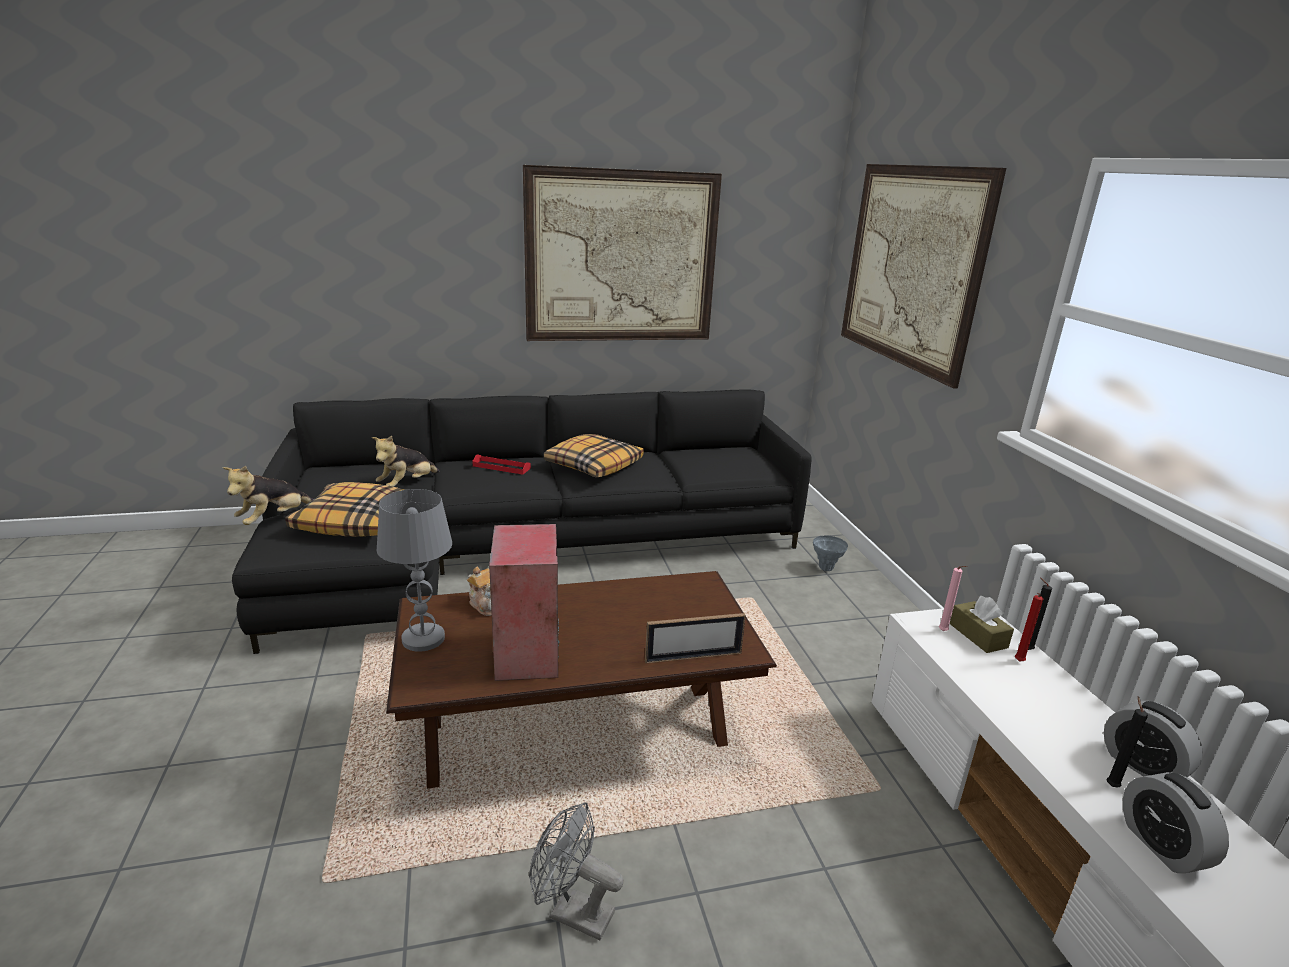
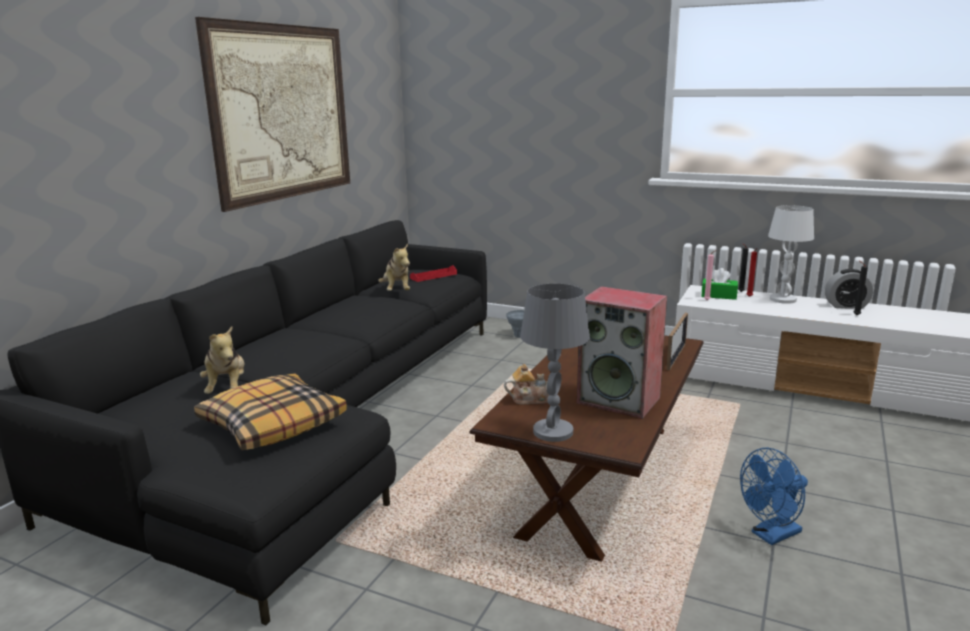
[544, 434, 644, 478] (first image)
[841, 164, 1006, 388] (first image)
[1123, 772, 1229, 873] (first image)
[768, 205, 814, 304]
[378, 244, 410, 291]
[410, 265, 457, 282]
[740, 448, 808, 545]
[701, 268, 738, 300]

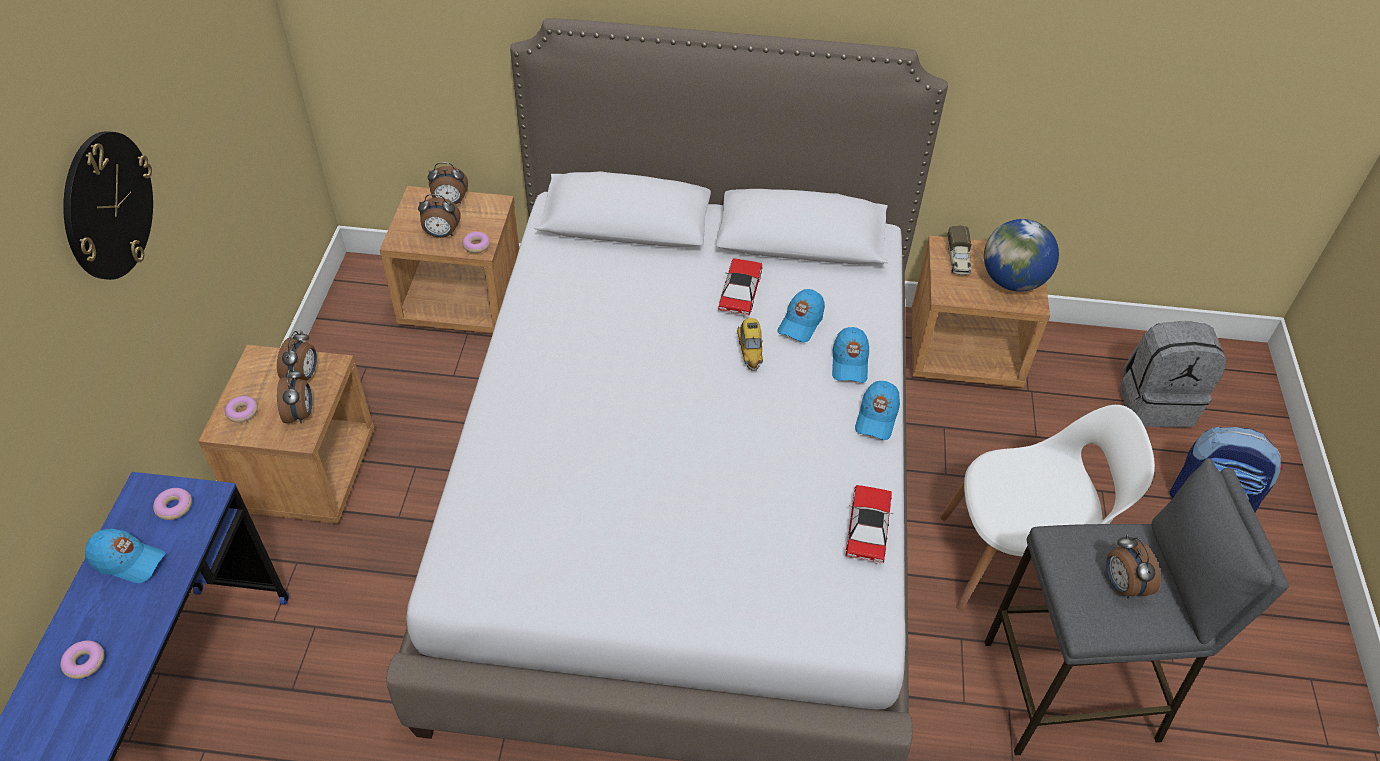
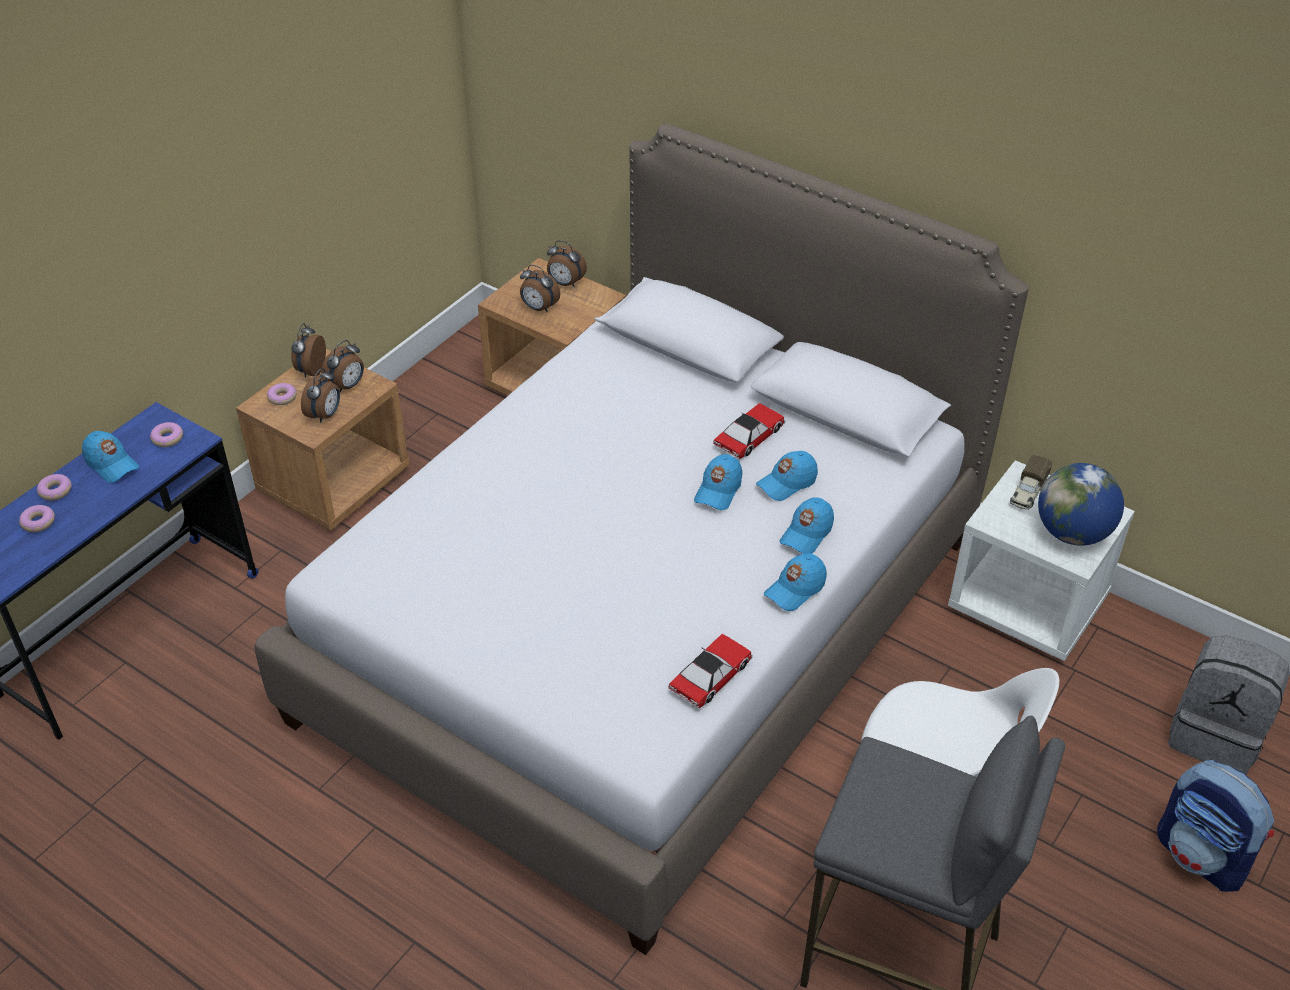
[63, 131, 153, 280] (first image)
[37, 474, 72, 501]
[291, 323, 326, 378]
[694, 454, 742, 510]
[948, 460, 1135, 661]

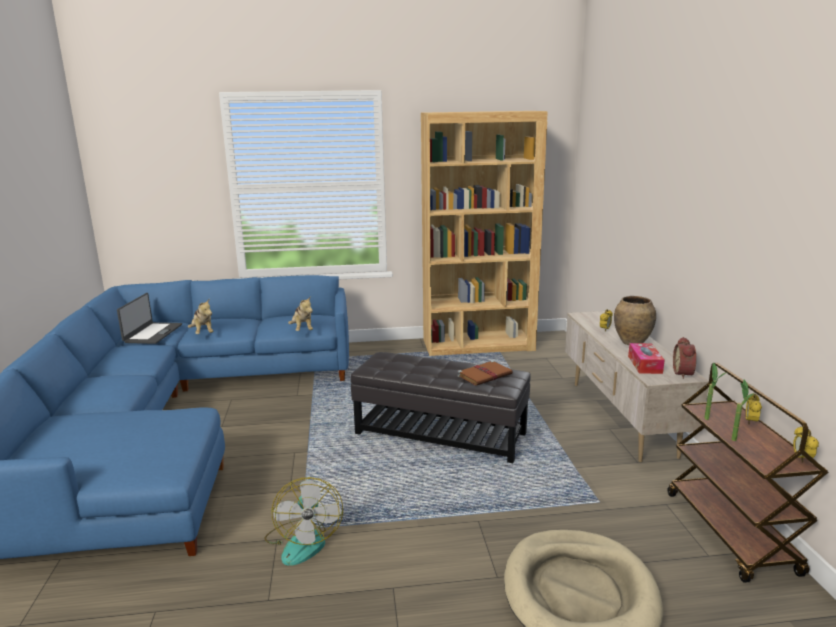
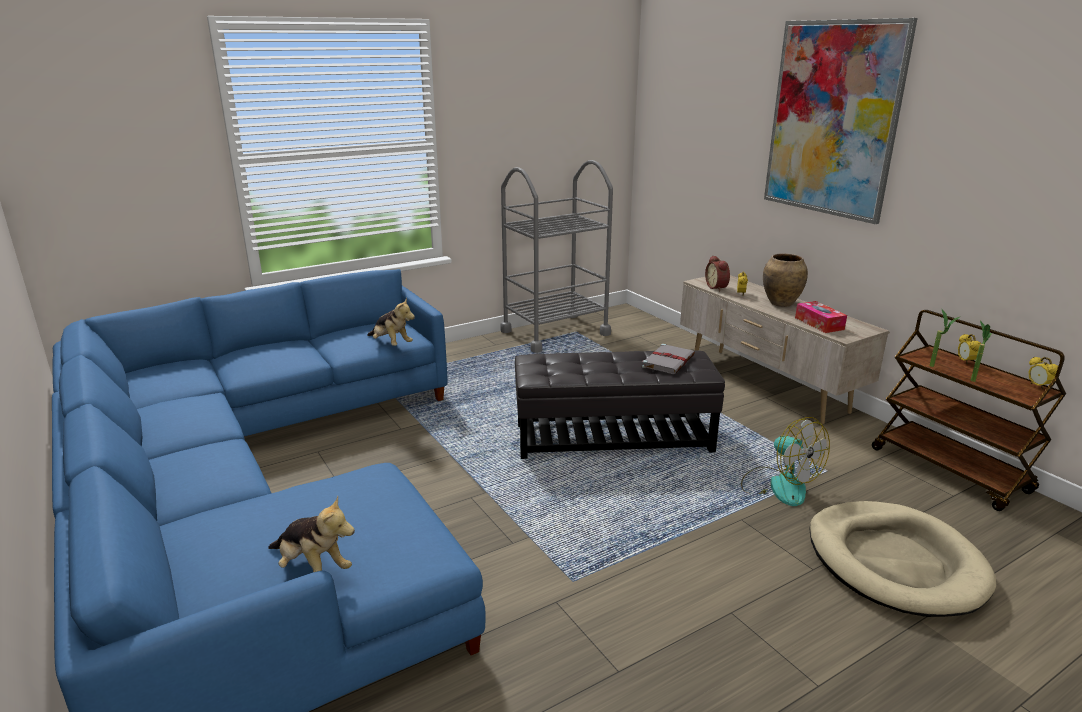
[117, 293, 182, 344] (first image)
[764, 18, 918, 224]
[268, 495, 355, 572]
[741, 417, 830, 506]
[705, 256, 730, 291]
[501, 160, 613, 353]
[642, 344, 695, 374]

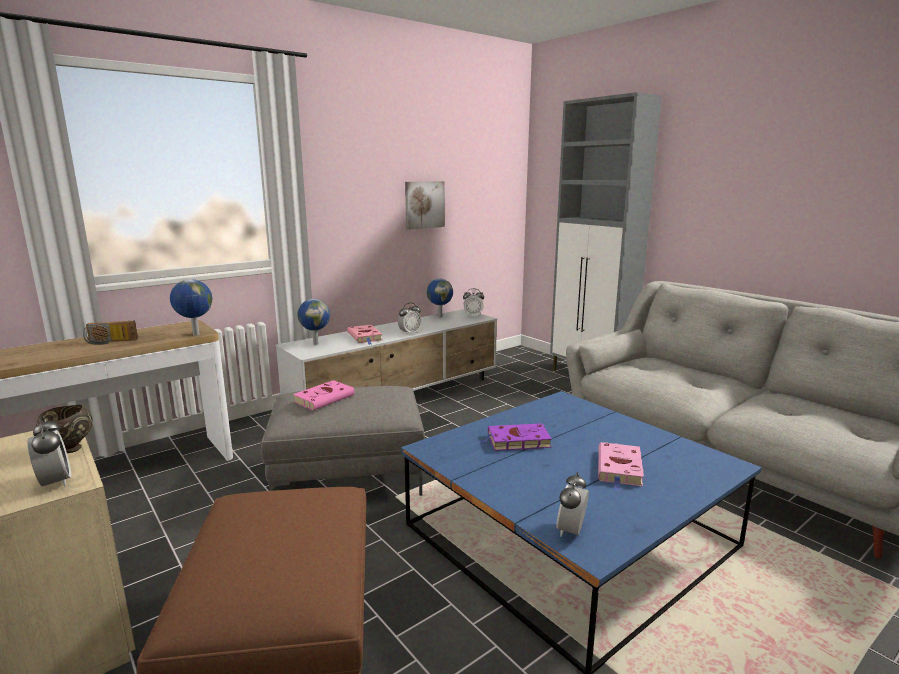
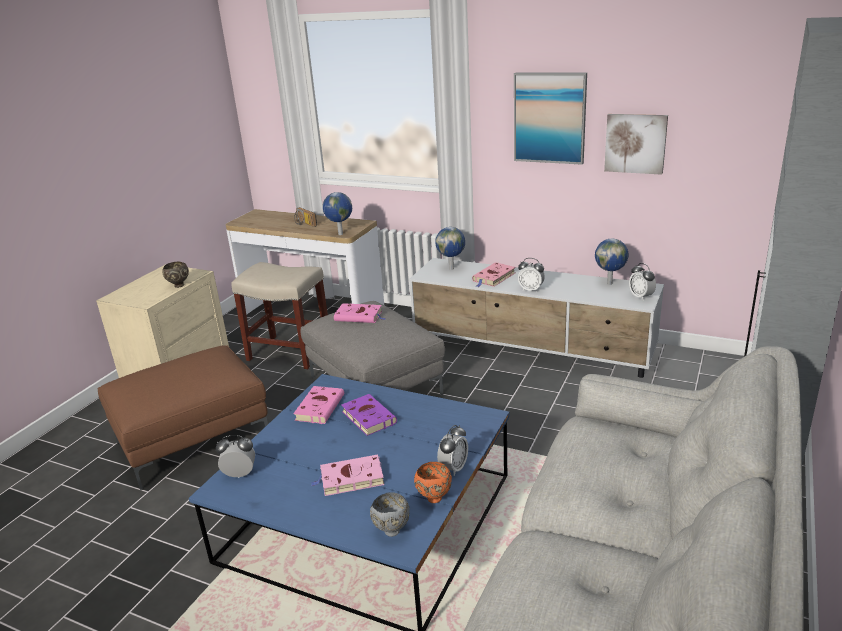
[231, 262, 328, 369]
[293, 386, 344, 424]
[370, 492, 410, 537]
[414, 462, 452, 503]
[514, 72, 587, 165]
[437, 425, 468, 476]

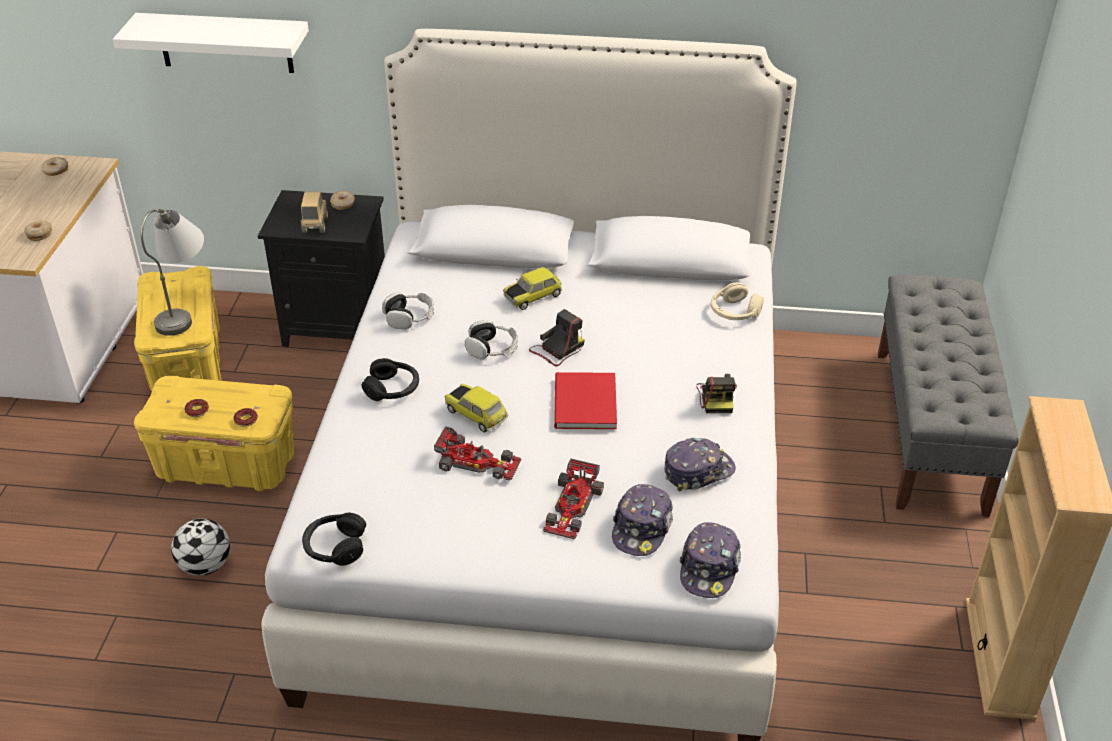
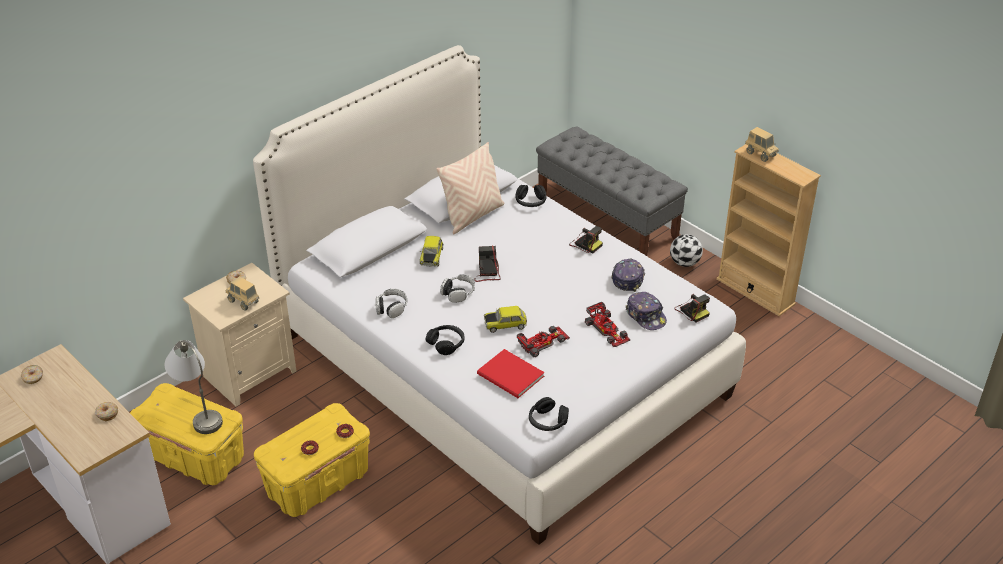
[113, 13, 309, 73] (first image)
[436, 142, 504, 235]
[745, 127, 779, 162]
[670, 234, 703, 267]
[477, 349, 545, 398]
[674, 294, 710, 322]
[183, 263, 296, 407]
[516, 185, 546, 207]

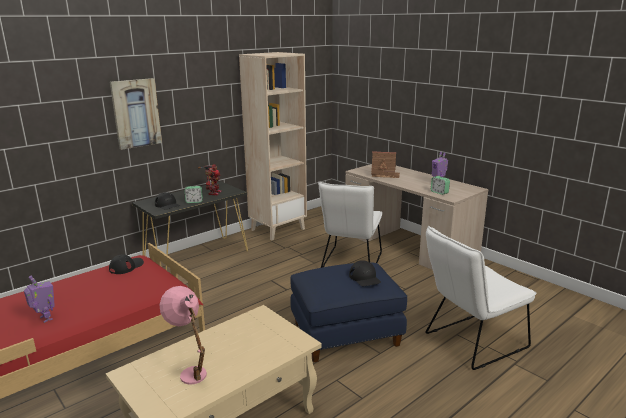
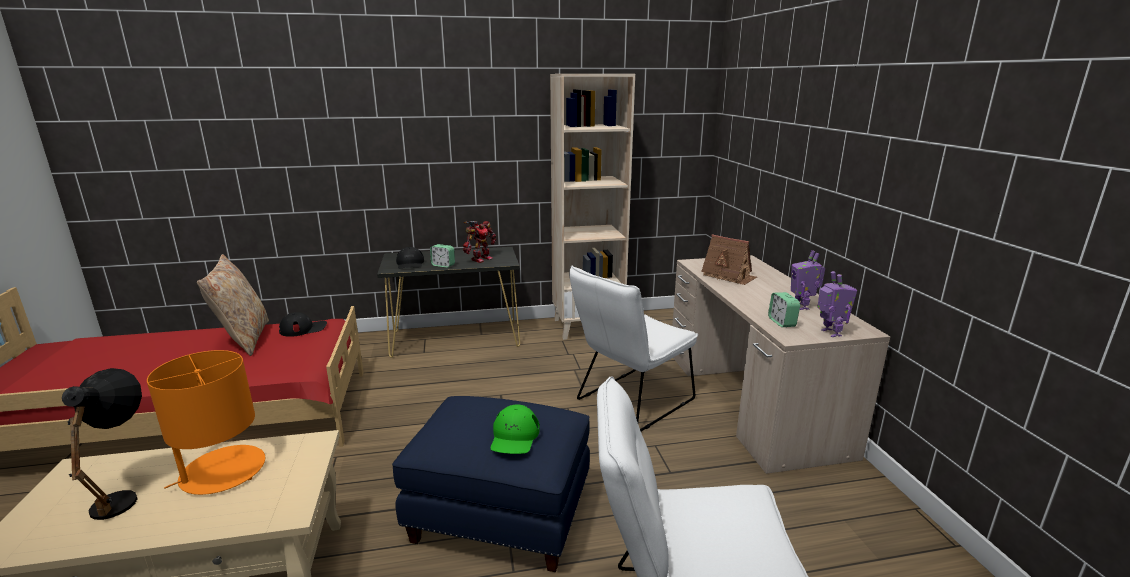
[110, 78, 162, 150] (first image)
[147, 350, 265, 495]
[197, 254, 269, 356]
[817, 271, 857, 337]
[62, 368, 142, 520]
[491, 404, 539, 454]

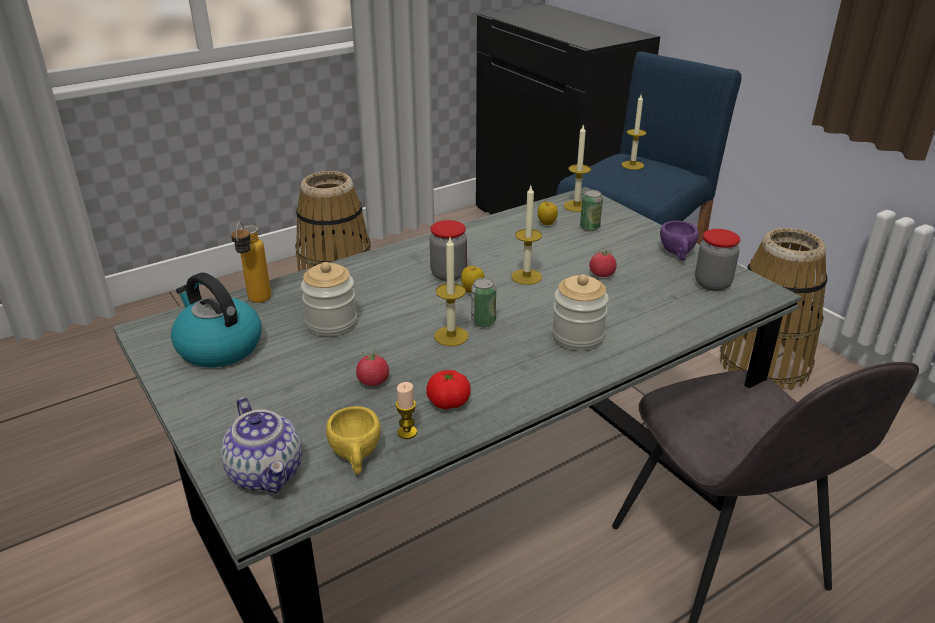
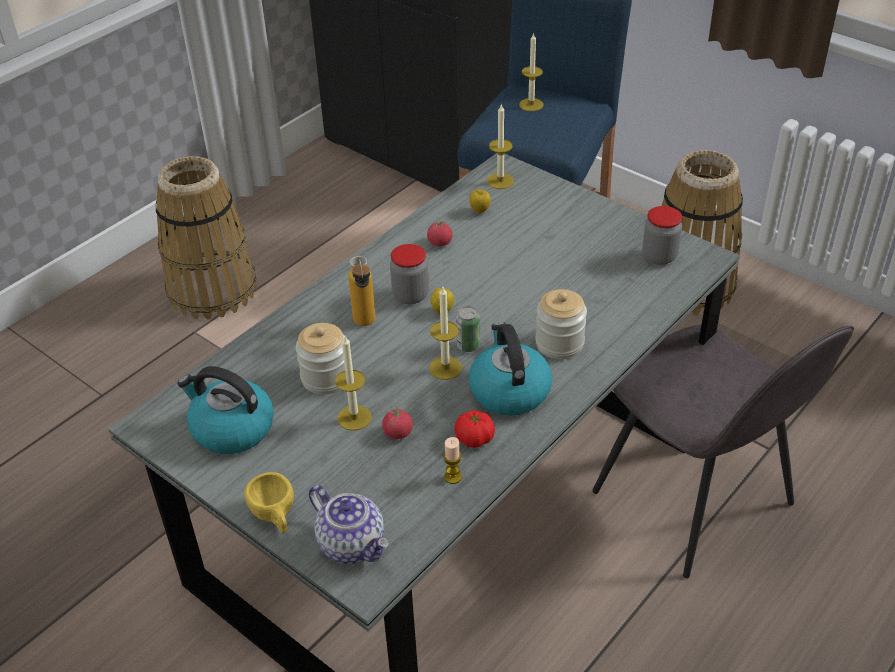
[580, 190, 603, 231] (first image)
[660, 221, 699, 261] (first image)
[468, 322, 552, 416]
[348, 256, 375, 326]
[244, 472, 294, 533]
[335, 336, 372, 431]
[427, 218, 453, 246]

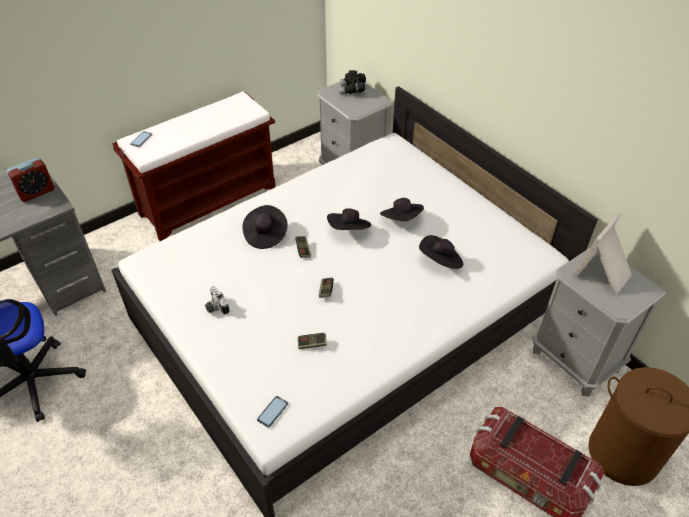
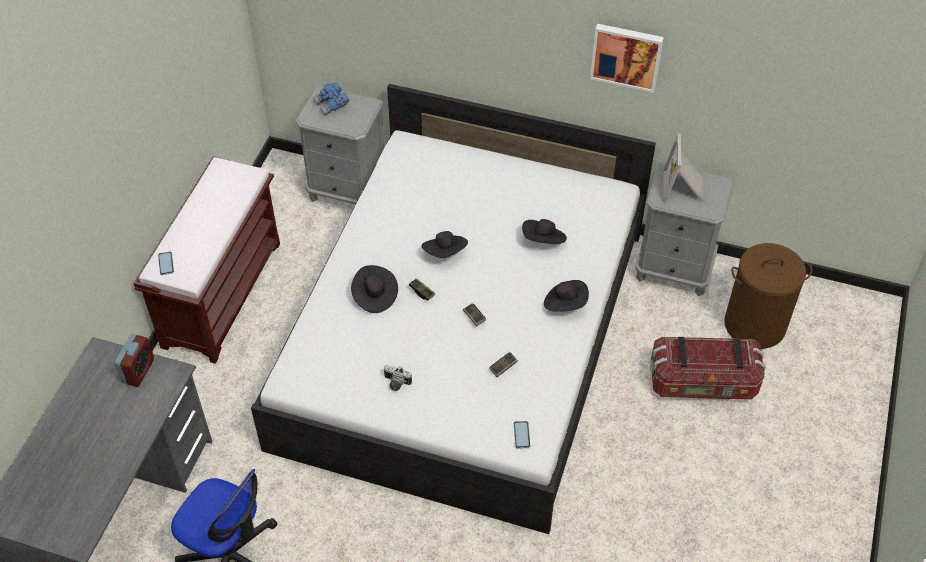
[590, 24, 664, 93]
[544, 280, 589, 312]
[313, 82, 349, 115]

